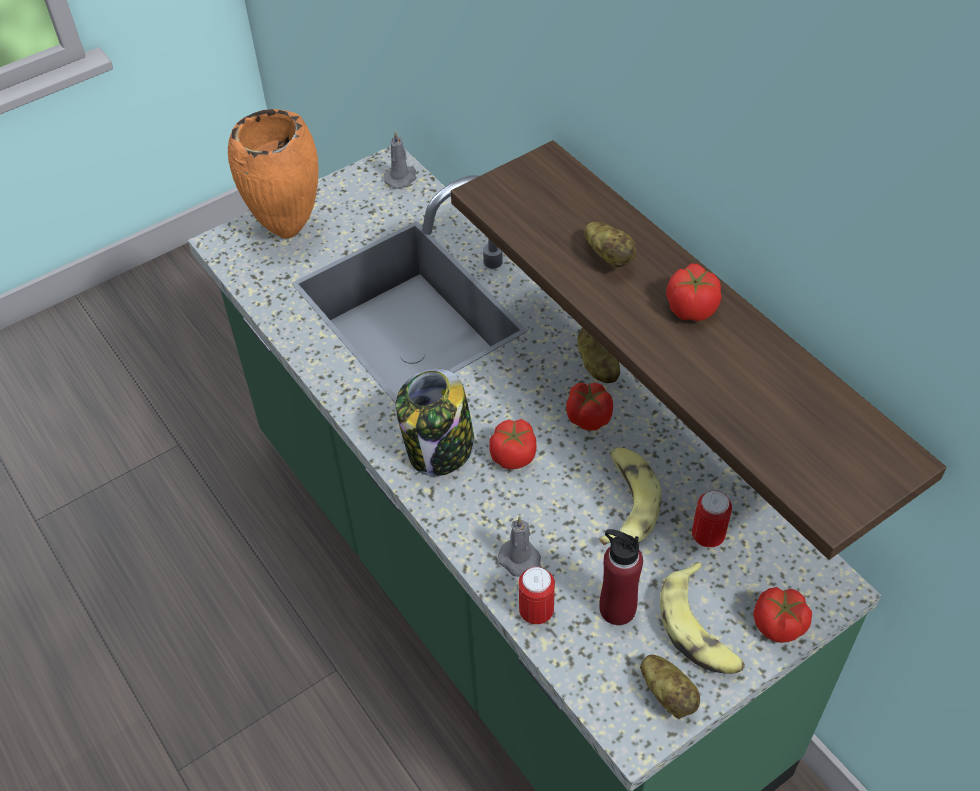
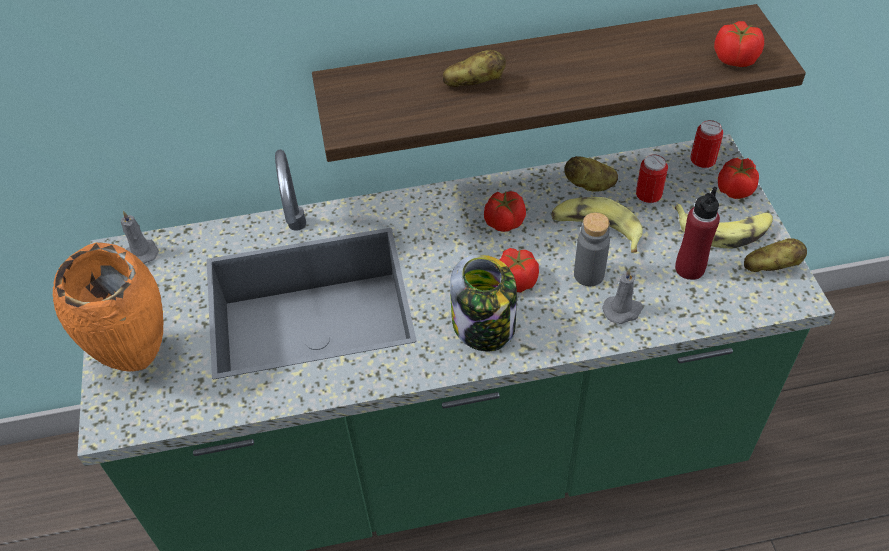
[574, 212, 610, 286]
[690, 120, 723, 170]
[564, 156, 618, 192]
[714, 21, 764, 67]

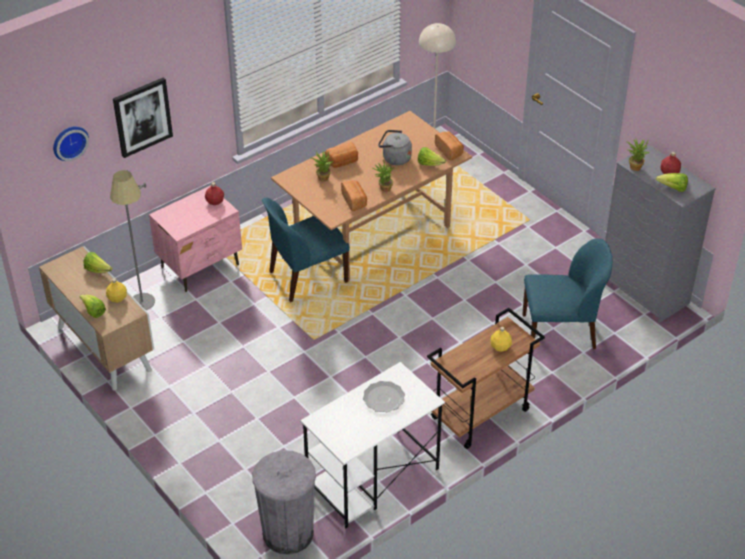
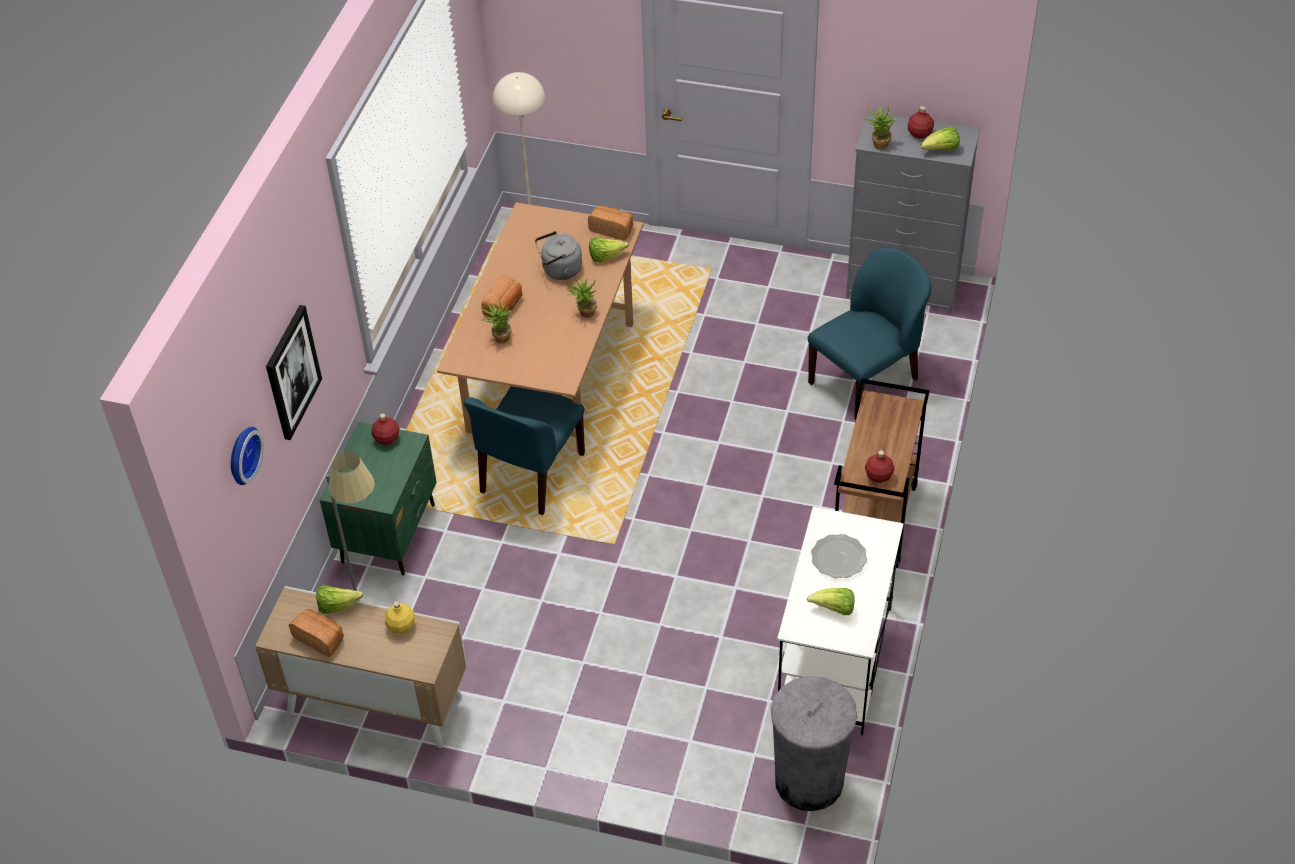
[490, 327, 512, 352] (first image)
[865, 450, 894, 483]
[807, 588, 854, 615]
[289, 609, 344, 657]
[320, 422, 437, 575]

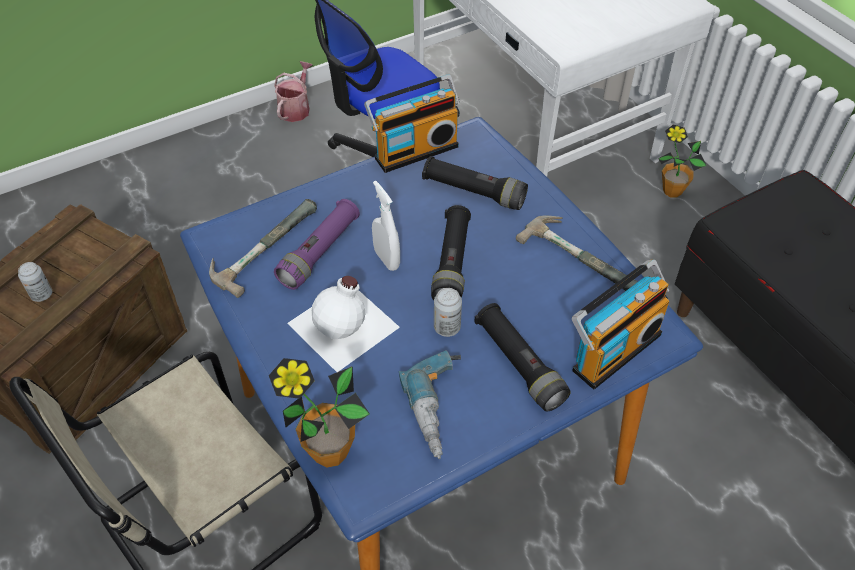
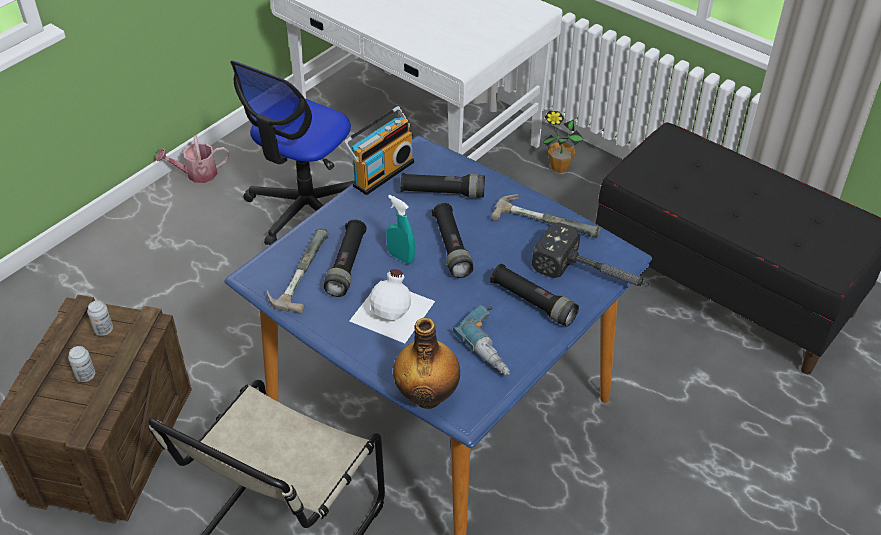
[87, 300, 113, 336]
[393, 318, 460, 409]
[532, 222, 649, 287]
[324, 219, 367, 297]
[386, 195, 415, 264]
[156, 135, 229, 183]

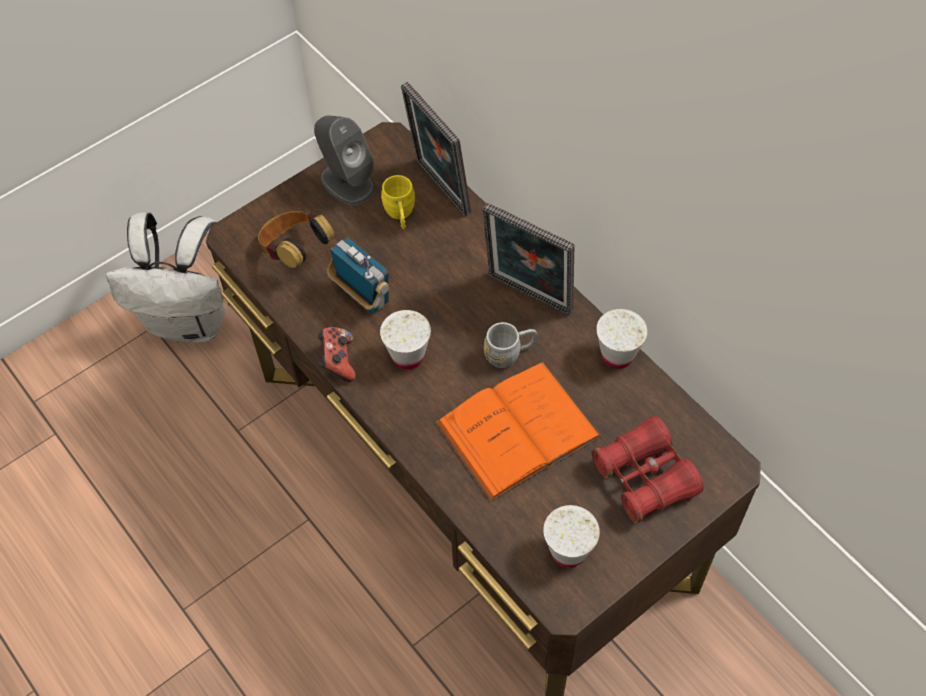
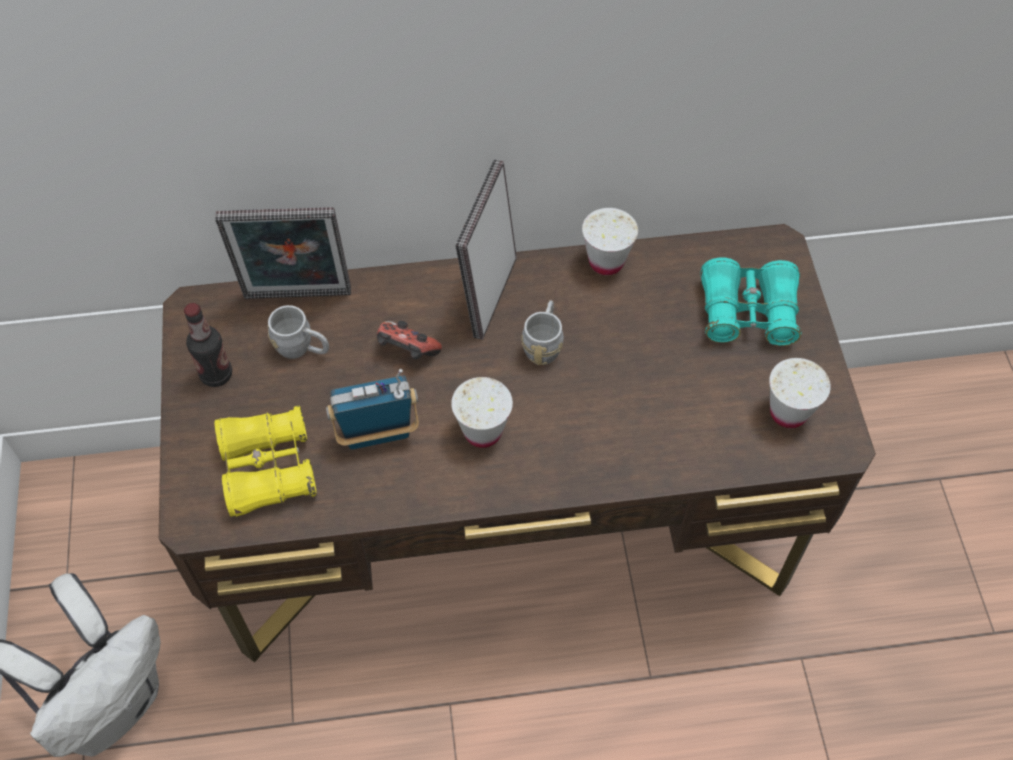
[435, 362, 602, 502] (first image)
[377, 321, 442, 359]
[215, 405, 317, 517]
[184, 303, 232, 387]
[268, 305, 329, 359]
[700, 257, 801, 346]
[455, 160, 517, 340]

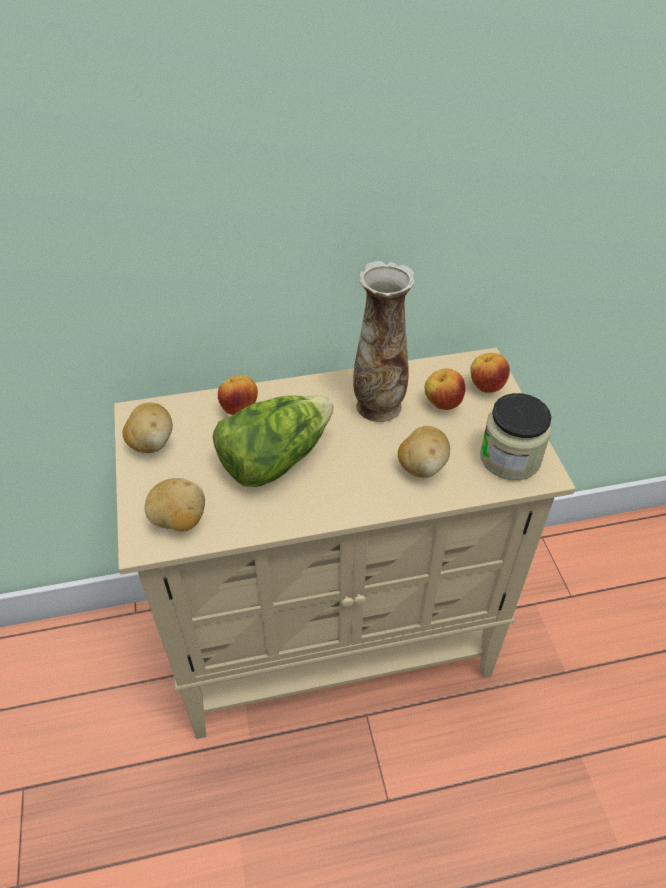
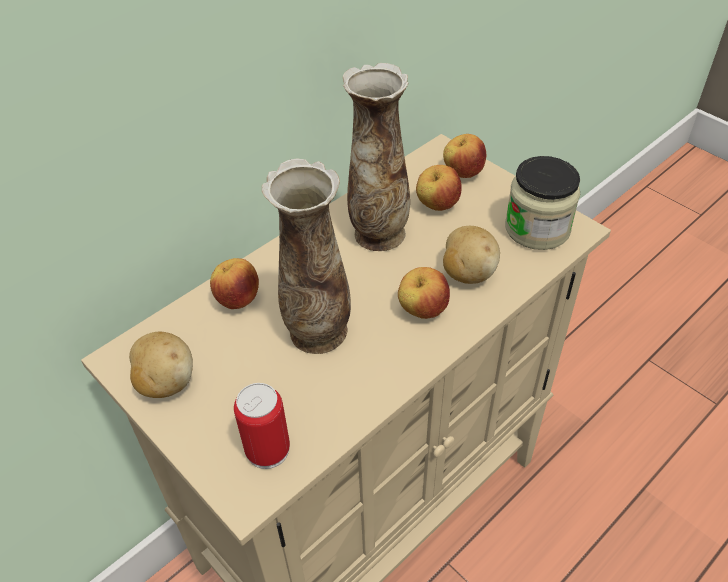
[398, 267, 450, 319]
[234, 383, 290, 469]
[262, 158, 351, 354]

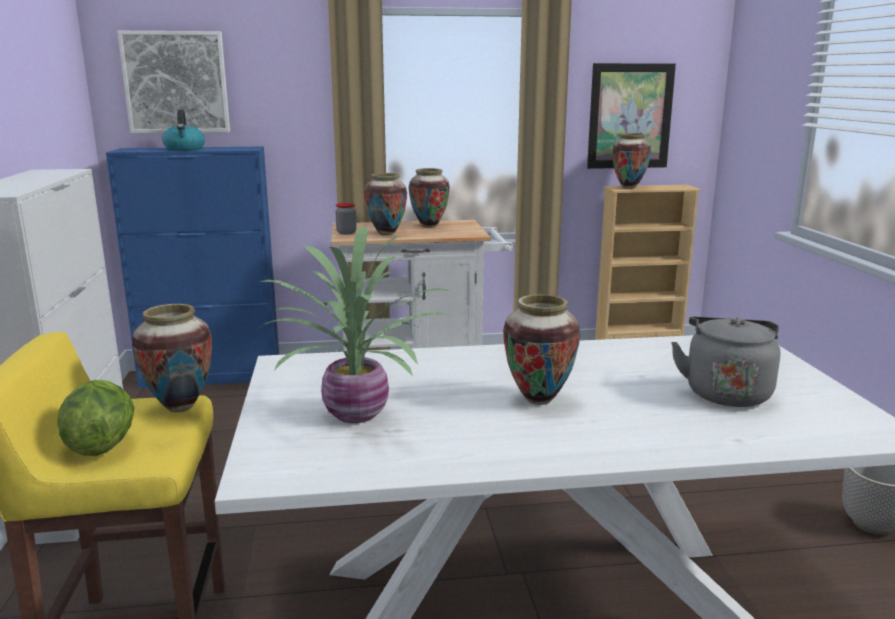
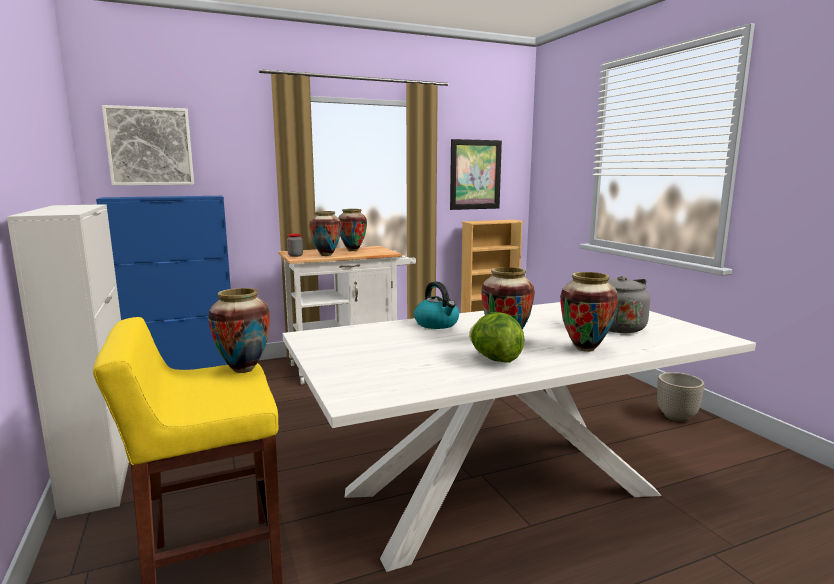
[259, 226, 457, 423] (first image)
[469, 312, 524, 363]
[414, 281, 459, 329]
[560, 272, 618, 352]

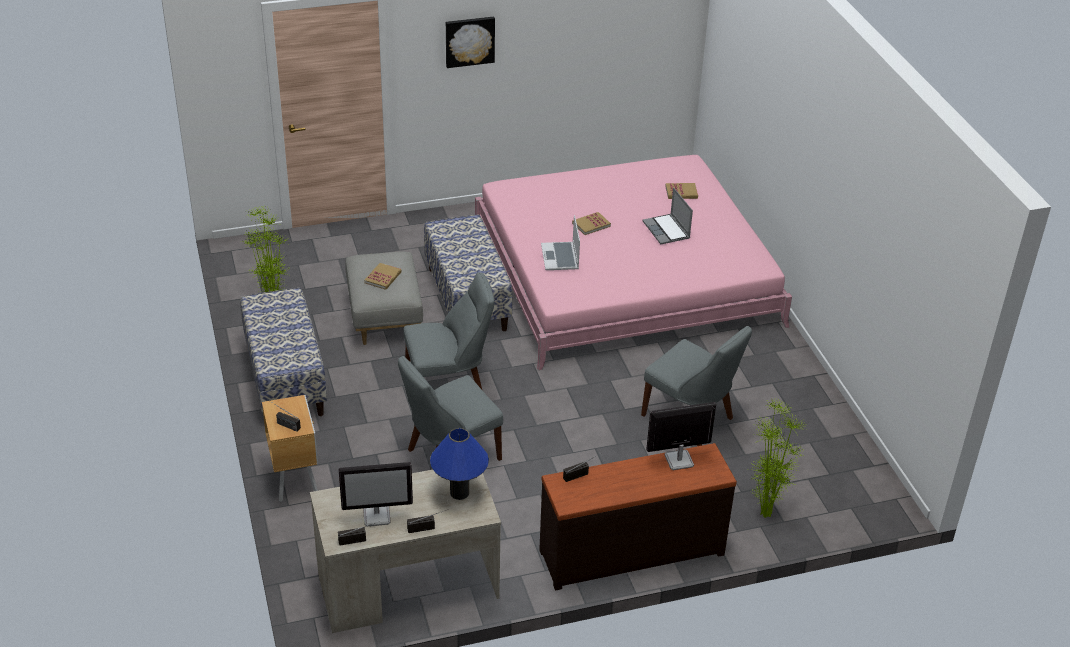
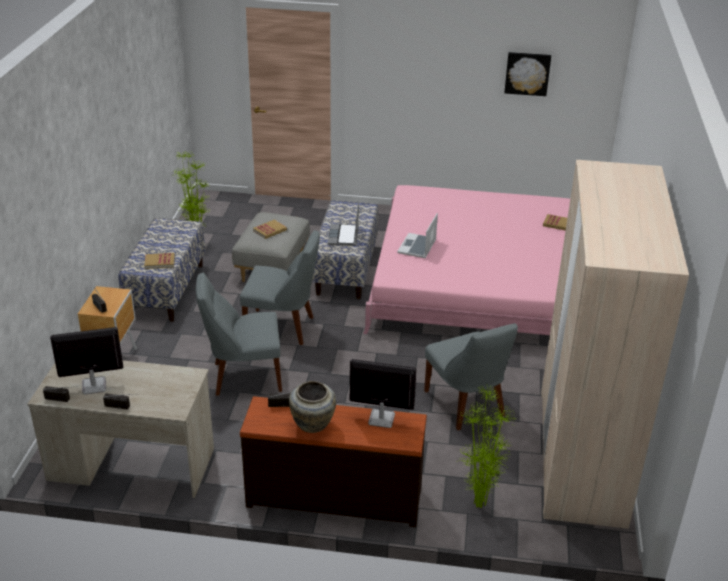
[430, 428, 489, 500] (first image)
[289, 381, 336, 433]
[541, 160, 689, 529]
[504, 52, 551, 96]
[144, 253, 175, 269]
[327, 201, 359, 246]
[50, 327, 123, 395]

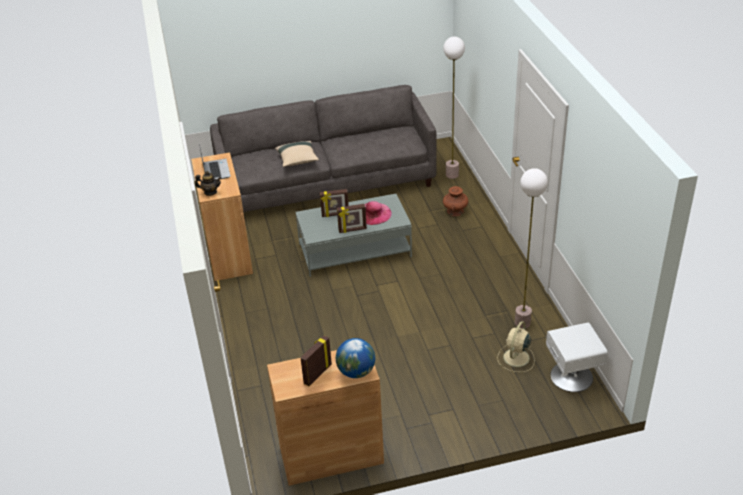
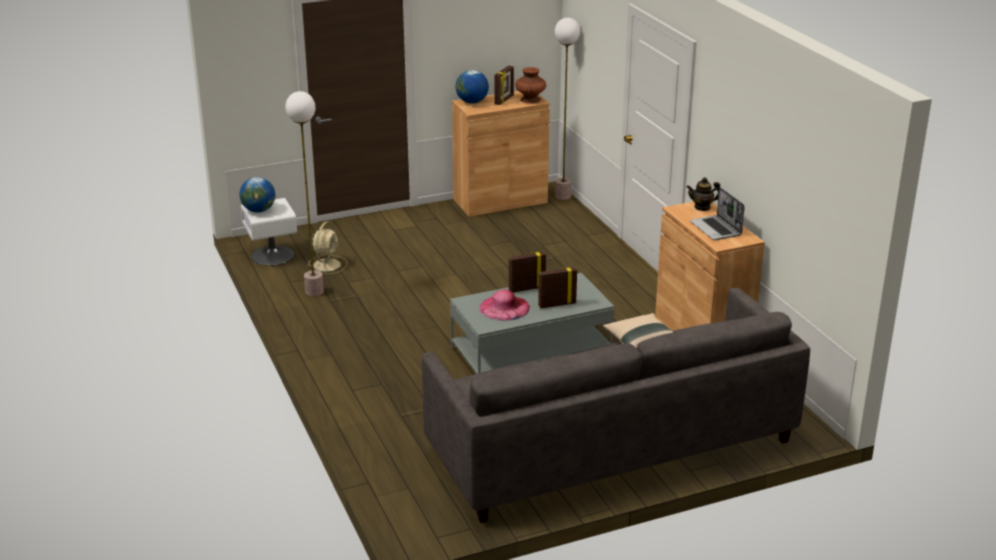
[239, 177, 275, 213]
[555, 18, 580, 200]
[515, 67, 546, 104]

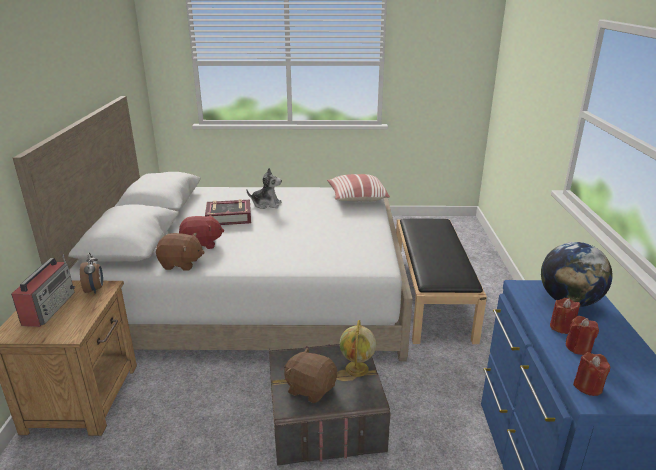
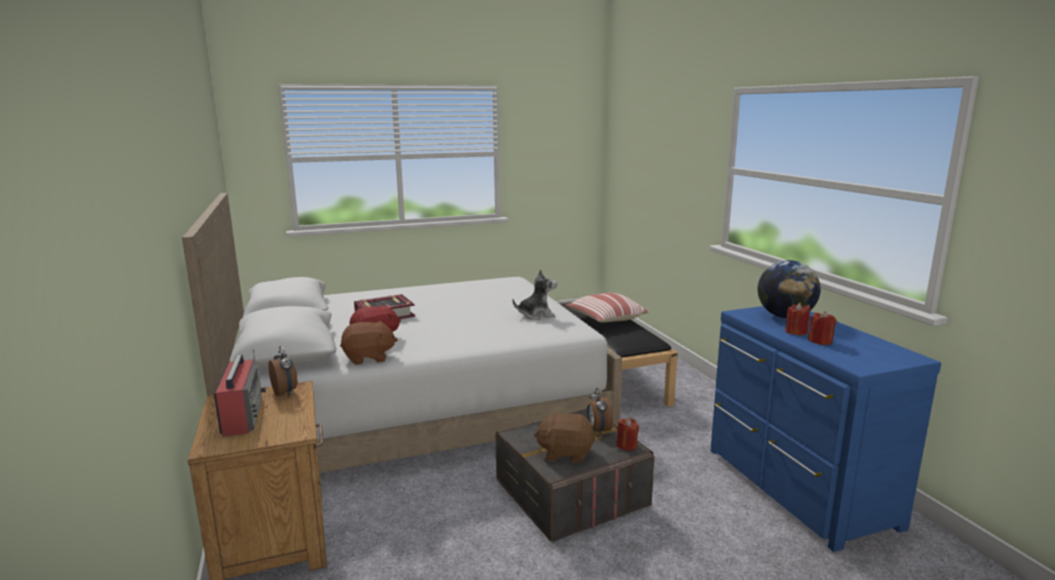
[512, 269, 557, 320]
[565, 293, 649, 323]
[617, 418, 639, 451]
[587, 388, 613, 434]

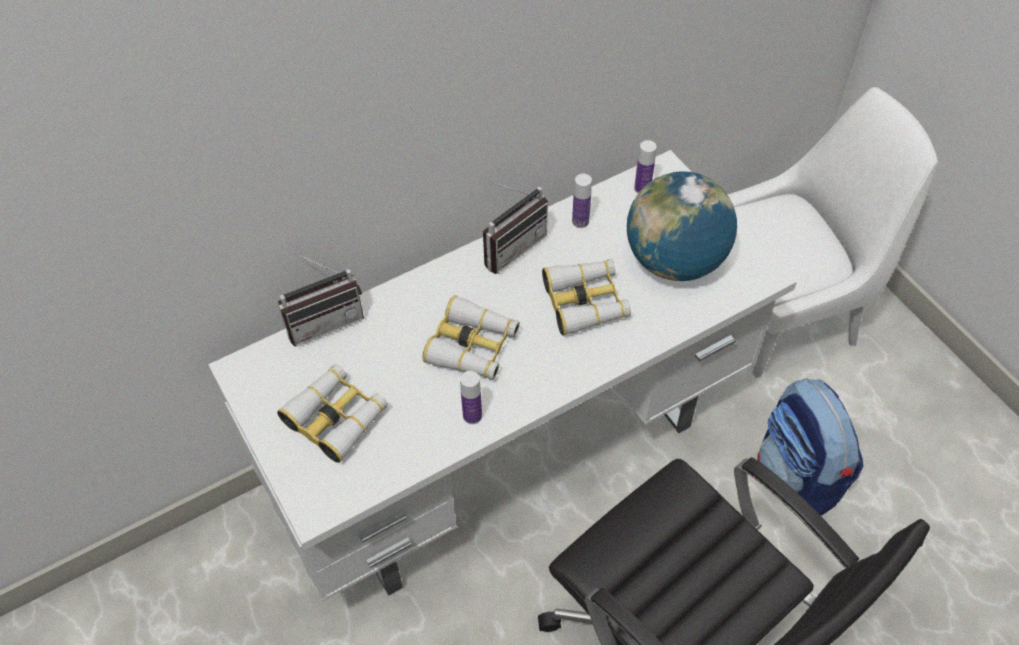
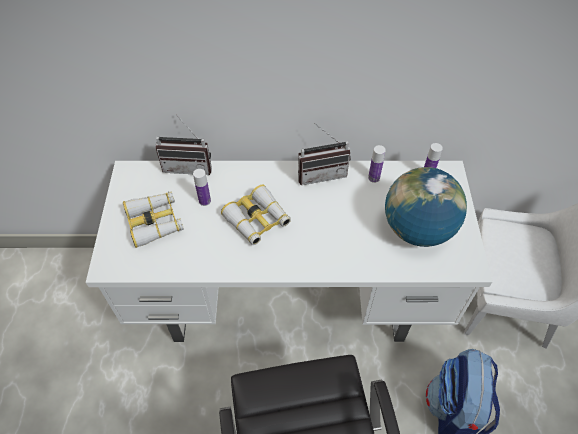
[542, 259, 631, 336] (first image)
[193, 169, 211, 206]

